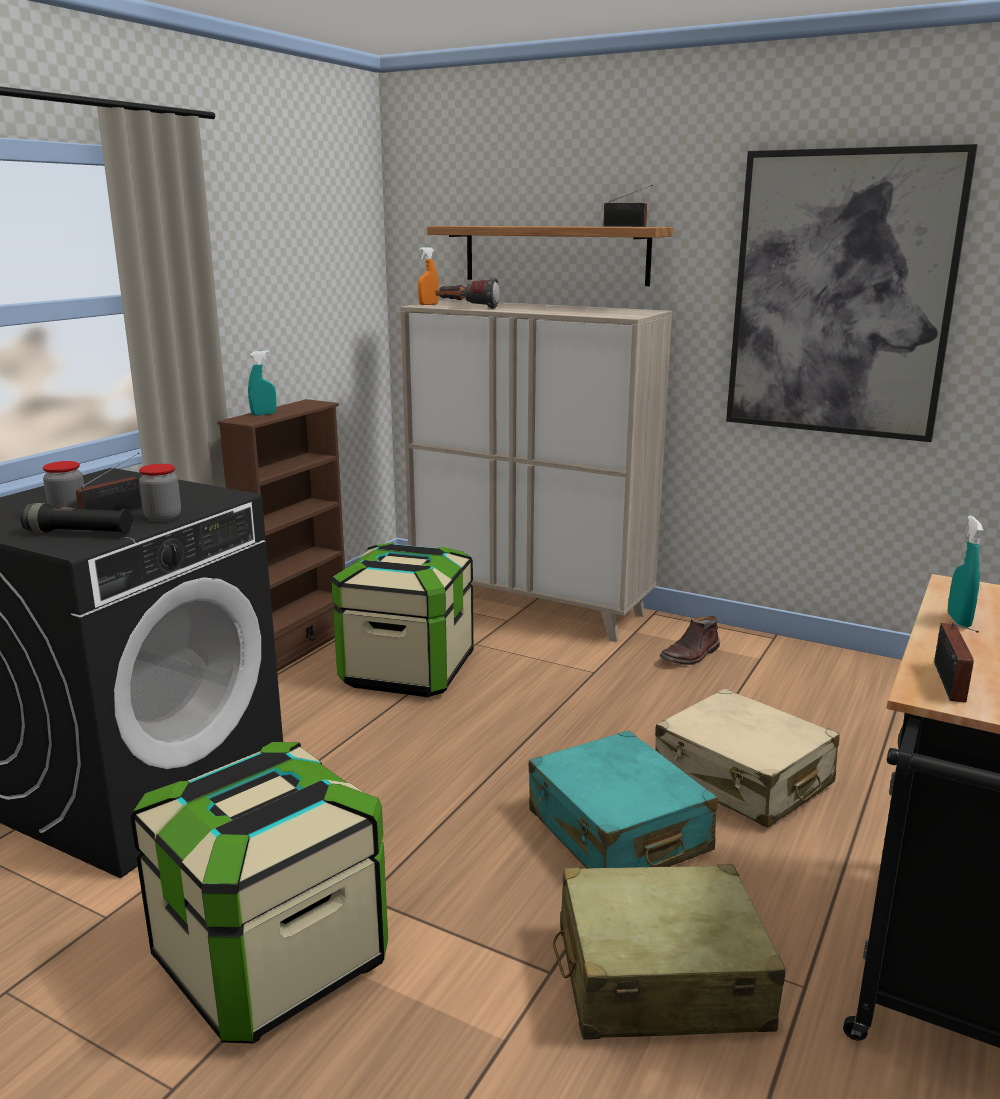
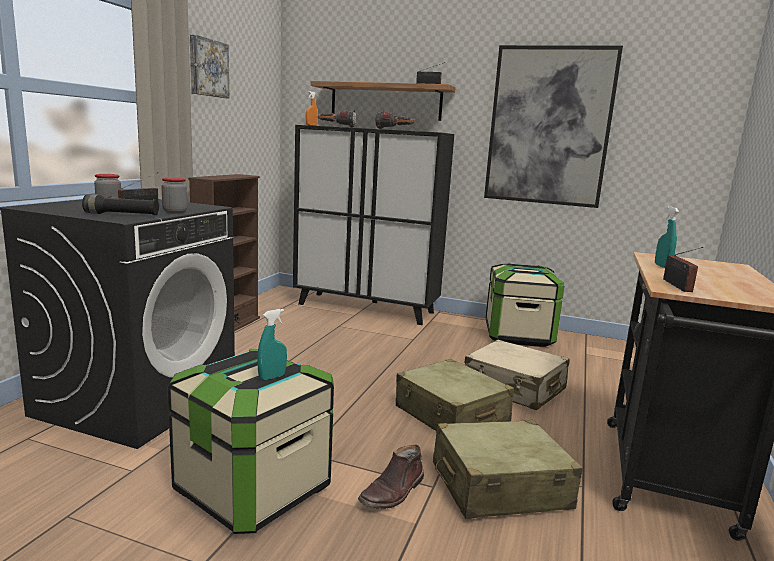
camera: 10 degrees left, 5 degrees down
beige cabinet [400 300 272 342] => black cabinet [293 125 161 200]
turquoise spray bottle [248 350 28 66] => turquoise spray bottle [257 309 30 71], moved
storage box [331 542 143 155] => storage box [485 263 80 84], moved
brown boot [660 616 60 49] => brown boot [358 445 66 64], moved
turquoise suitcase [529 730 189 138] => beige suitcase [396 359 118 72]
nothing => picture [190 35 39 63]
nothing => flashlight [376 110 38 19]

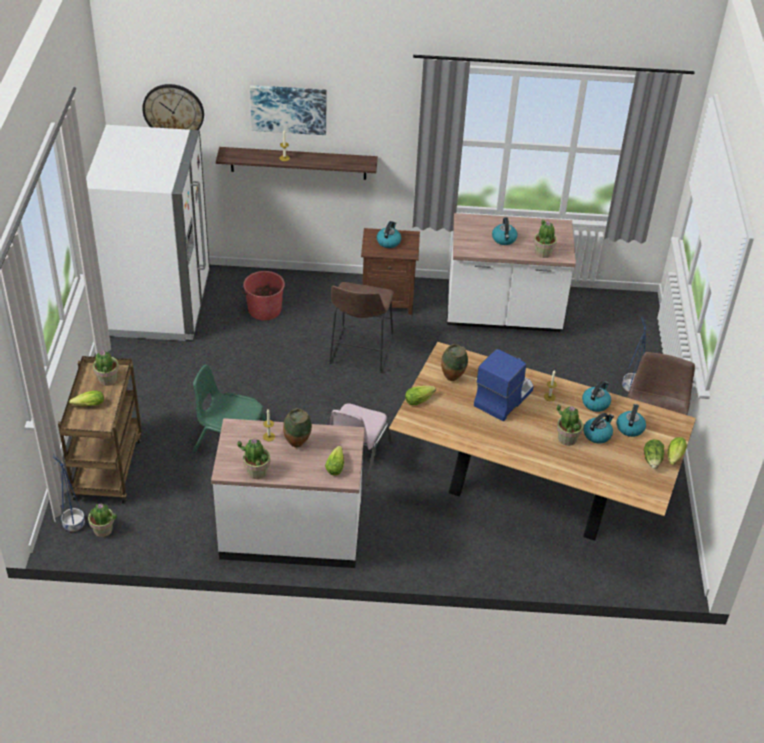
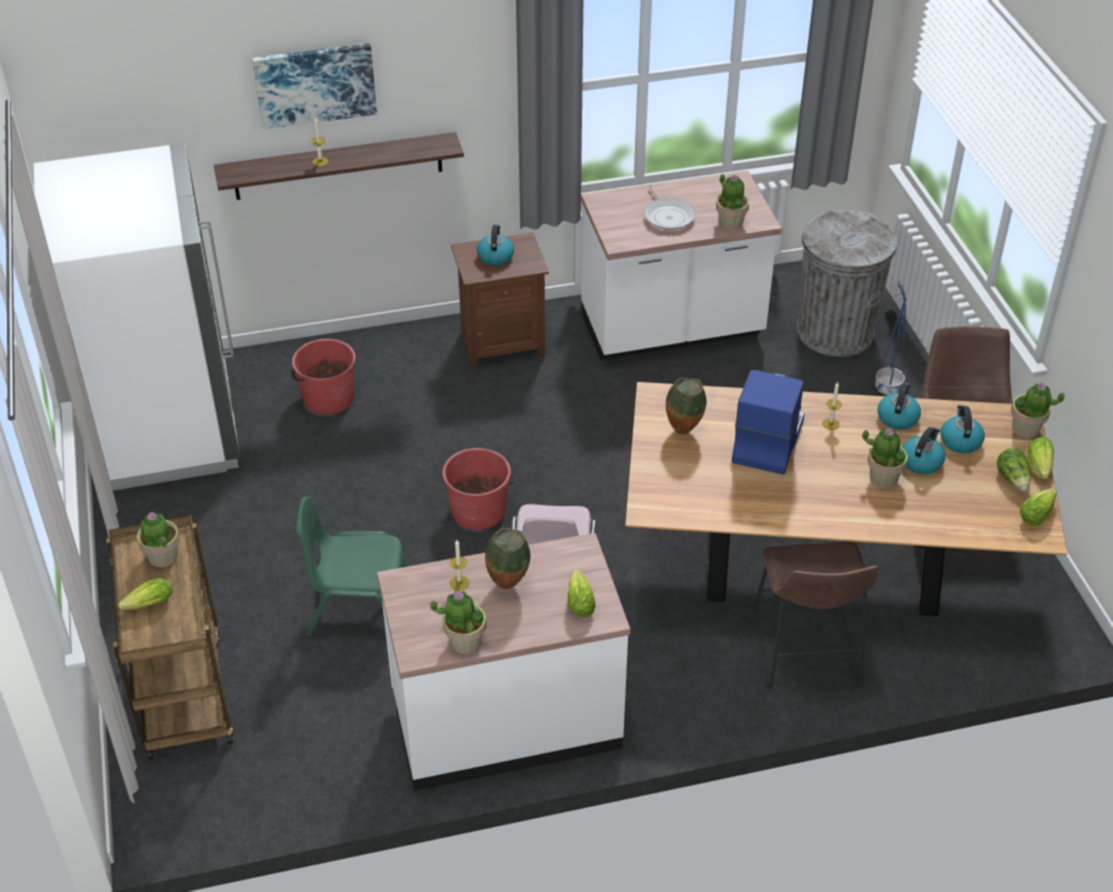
camera: 15 degrees left, 0 degrees up
wall clock [142 84 62 46] => nothing
kettle [492 217 25 28] => frying pan [644 184 51 46]
brown stool [329 282 65 91] => brown stool [752 542 127 148], moved
lettuce [405 386 31 19] => lettuce [1020 489 37 37], moved
blue planter [53 454 32 78] => nothing
potted plant [88 503 29 34] => potted plant [1011 383 54 55], moved
nothing => grey trash can [797 210 100 147]
nothing => red bucket [442 448 72 82]

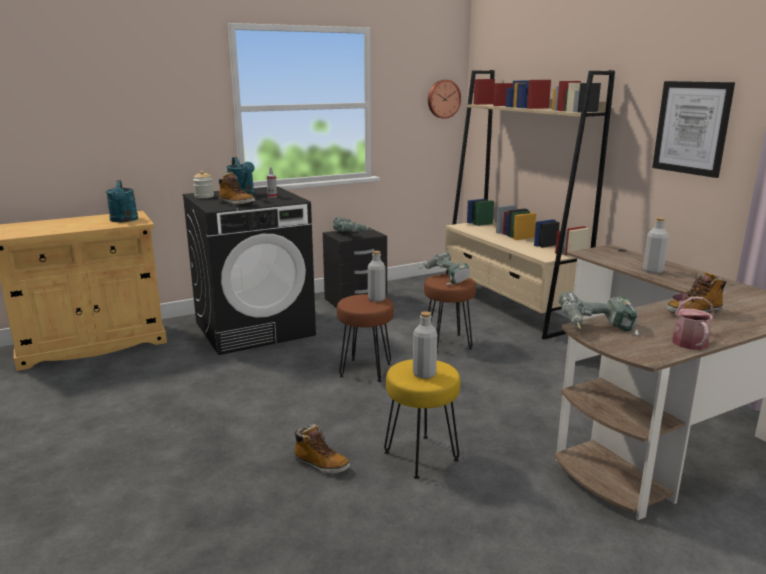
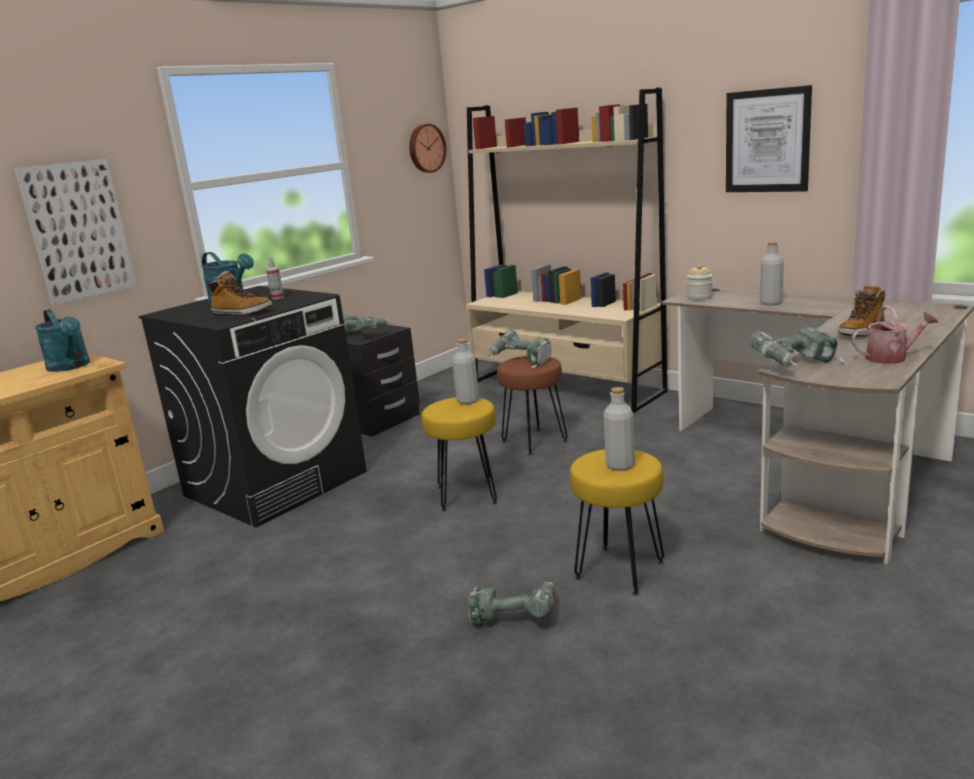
camera: 20 degrees left, 0 degrees up
jar [193 171 21 27] => jar [687 264 26 36], moved
watering can [672 293 42 57] => watering can [852 306 86 58], 105 degrees clockwise
brown stool [337 294 57 88] => yellow stool [421 398 76 113]
boot [294 424 56 51] => power drill [468 582 86 42]
nothing => picture [14 159 123 146]

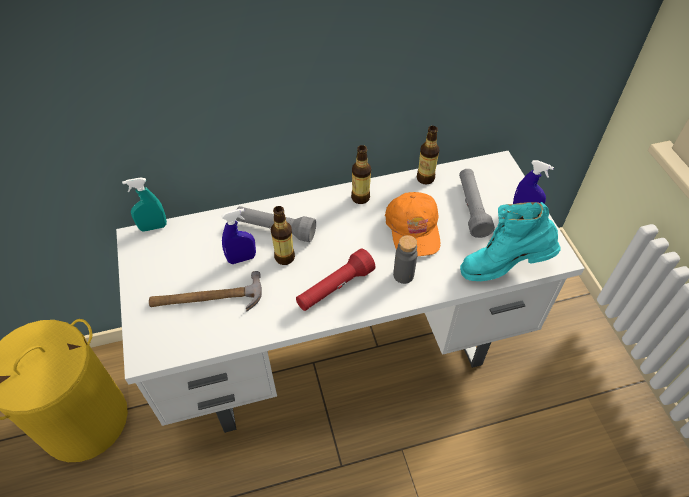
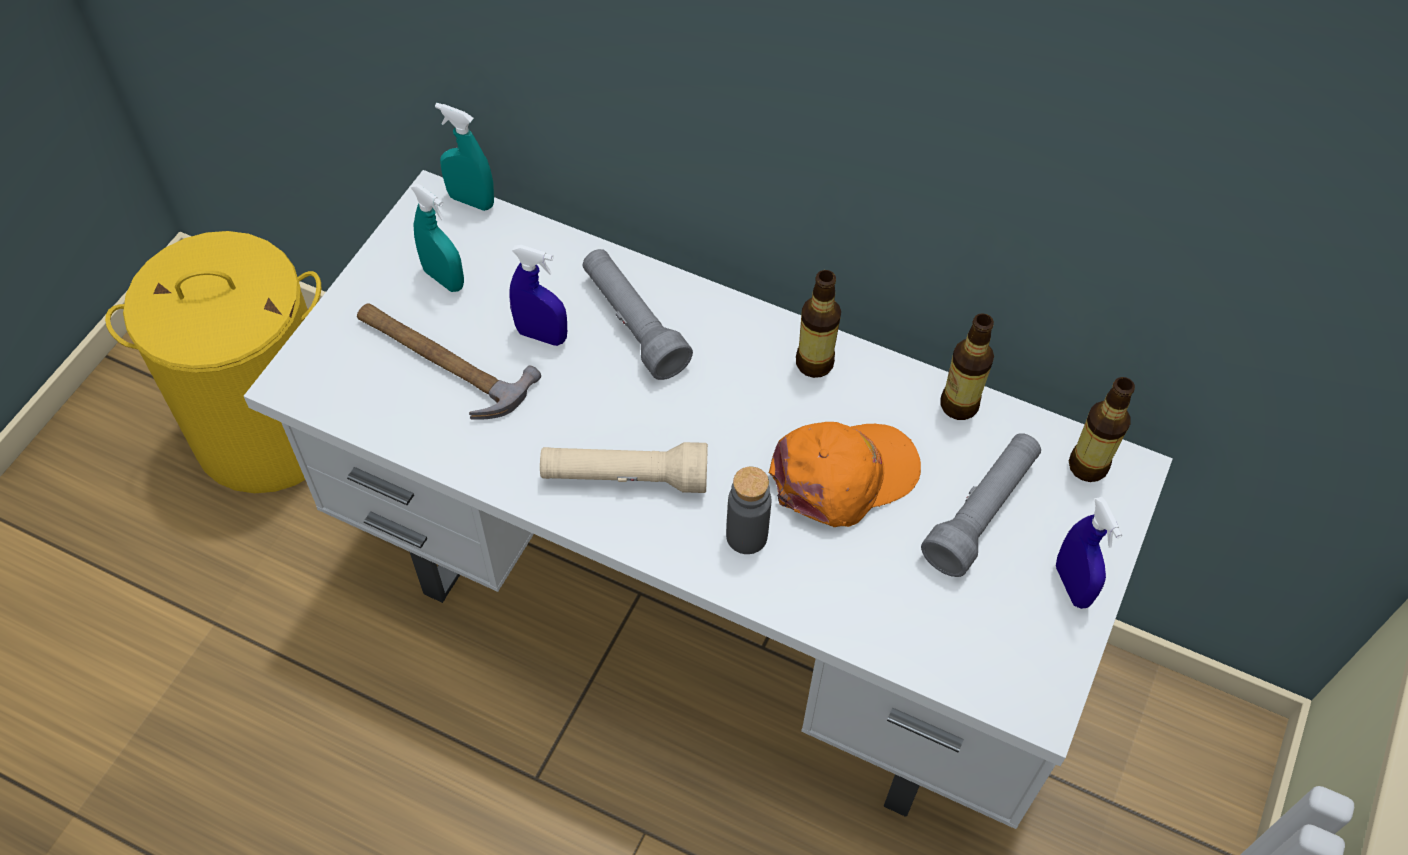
camera: 40 degrees right, 5 degrees up
orange cap [385 192 55 65] => orange cap [769 422 152 105], 150 degrees counterclockwise
turquoise boot [460 202 100 79] => nothing
bottle [271 206 24 59] => bottle [1069 377 66 105], moved
red flashlight [296 249 79 62] => beige flashlight [540 442 168 51]
nothing => turquoise spray bottle [410 183 54 109]

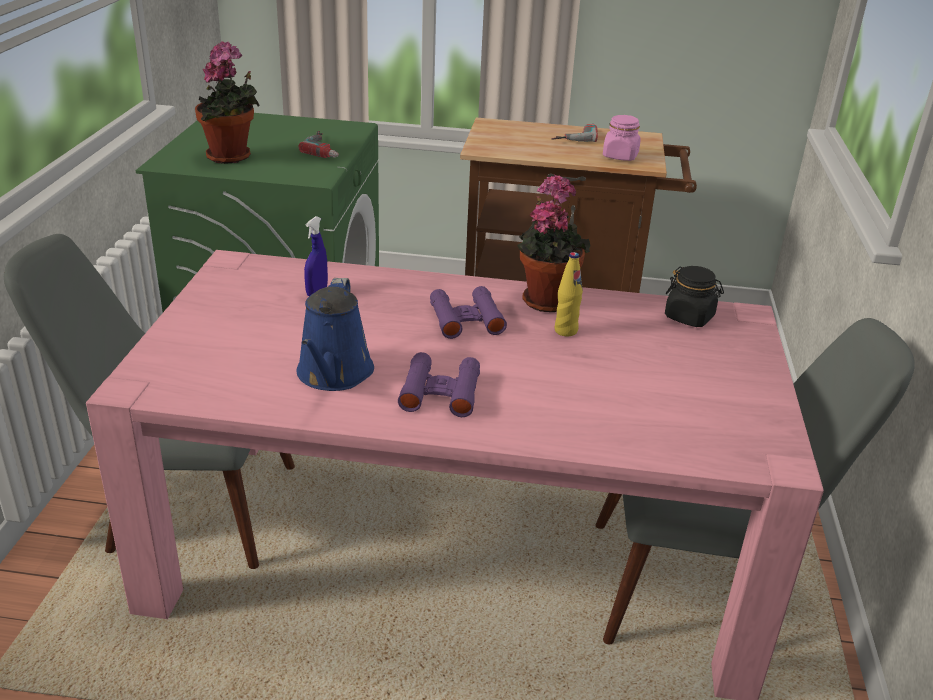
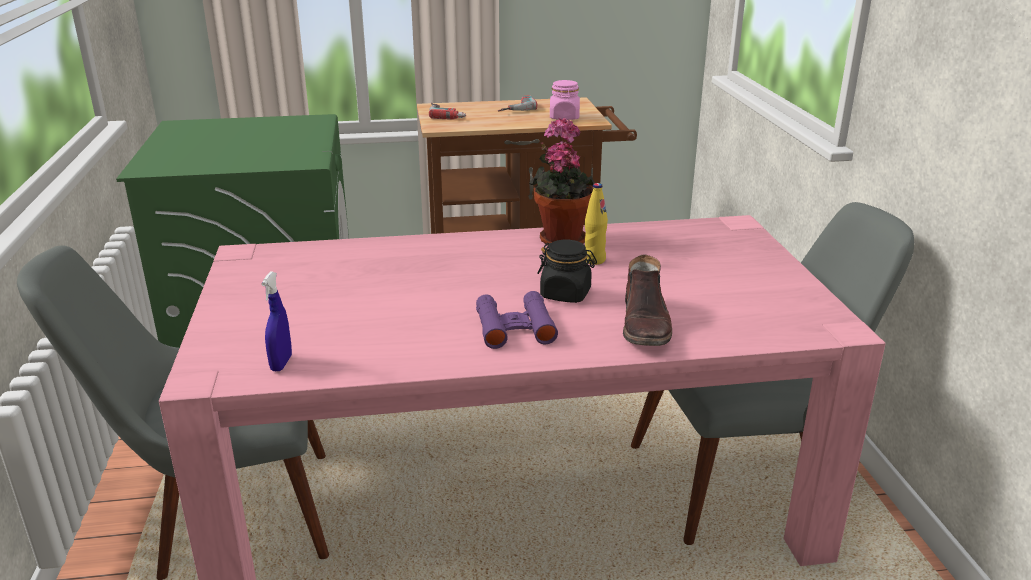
camera: 15 degrees left, 5 degrees down
potted plant [195 41 65 123] => nothing
power drill [298 131 41 27] => power drill [429 103 37 17], moved
blue spray bottle [304 216 24 80] => blue spray bottle [261 272 31 99], moved
black jar [665 266 59 61] => black jar [537 240 60 63], moved
blue watering can [297 278 77 113] => nothing
purple binoculars [430 286 77 53] => nothing
nothing => brown boot [623 254 49 92]

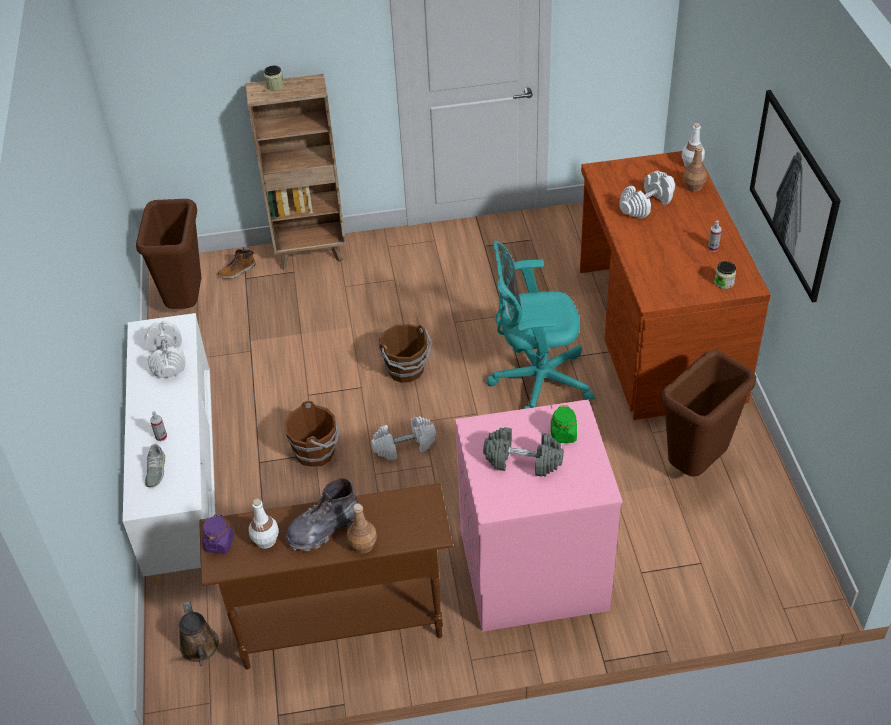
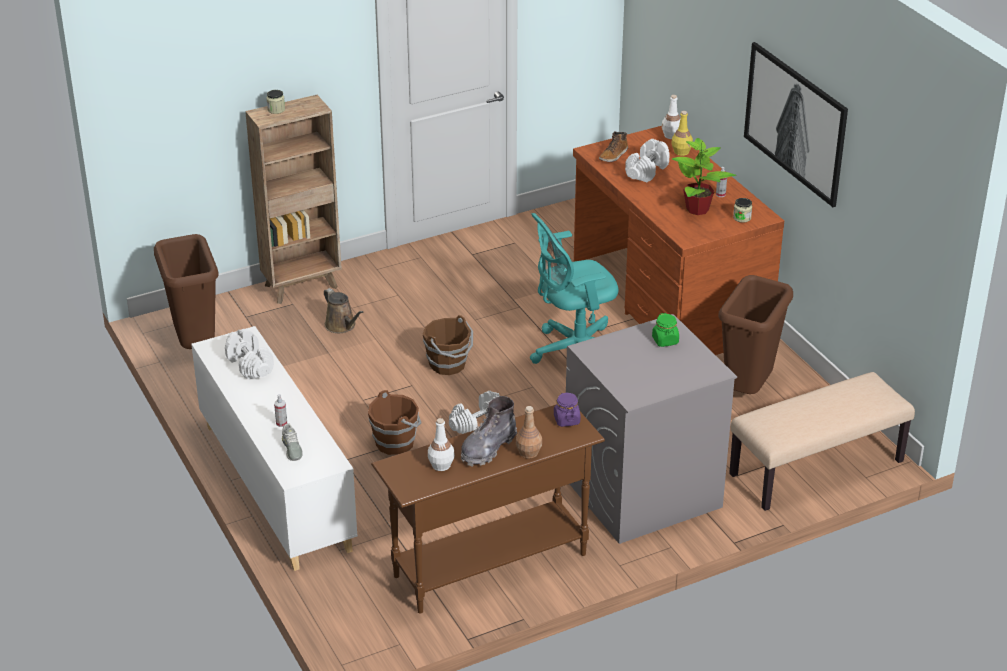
camera: 20 degrees left, 10 degrees down
brown bottle [683 145 24 47] => yellow bottle [672 111 21 45]
boot [218 249 38 30] => boot [599 132 29 30], moved
pink washing machine [455 399 168 233] => grey washing machine [566 314 171 230]
grey dumbbell [483 427 81 50] => nothing
purple jar [202 515 32 38] => purple jar [554 393 26 34], moved
brown watering can [179 601 40 65] => brown watering can [324 288 39 45], moved
nothing => potted plant [672 138 64 77]
nothing => beige bench [729 372 186 139]

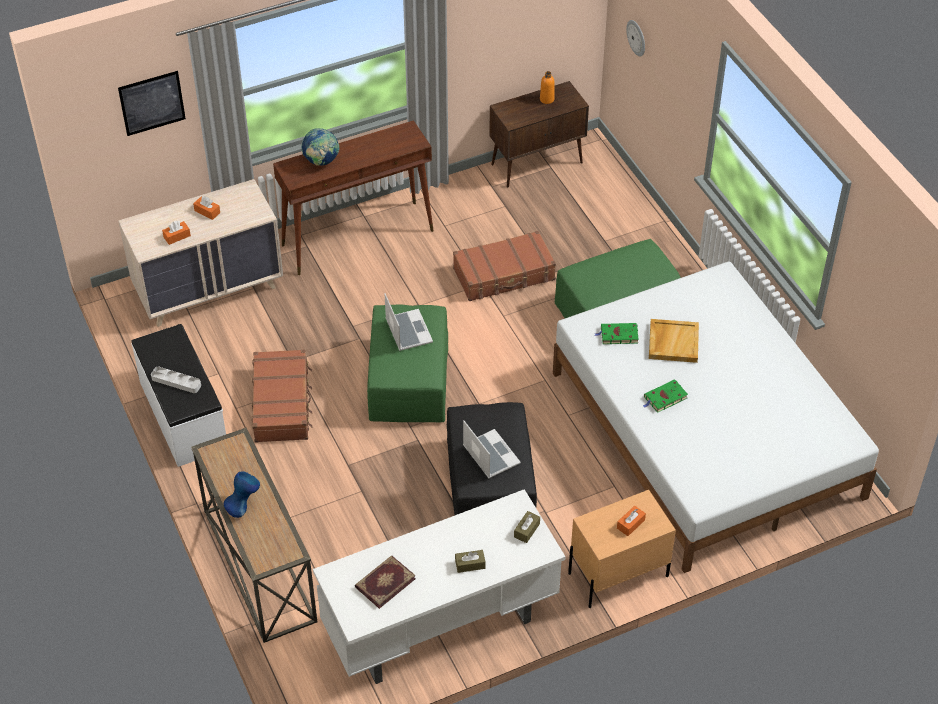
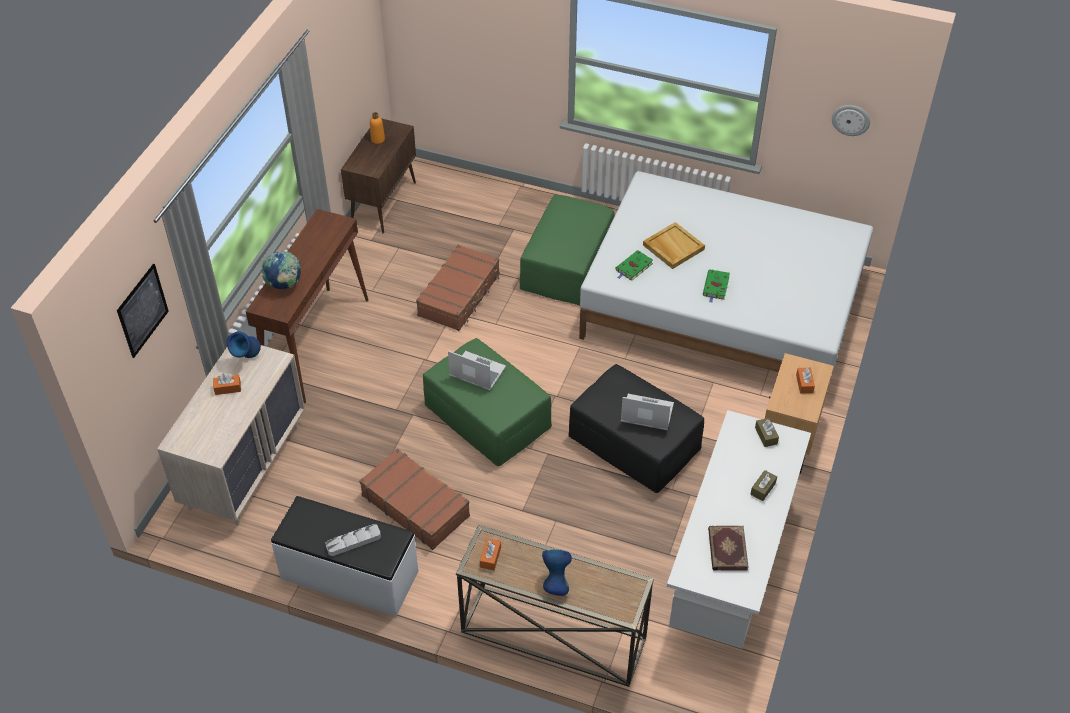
camera: 45 degrees left, 0 degrees up
wall clock [626 20 19 36] => wall clock [832 105 38 31], moved
orange tissue box [162 221 29 24] => orange tissue box [480 538 21 32], moved
nothing => blue vase [227 331 34 27]

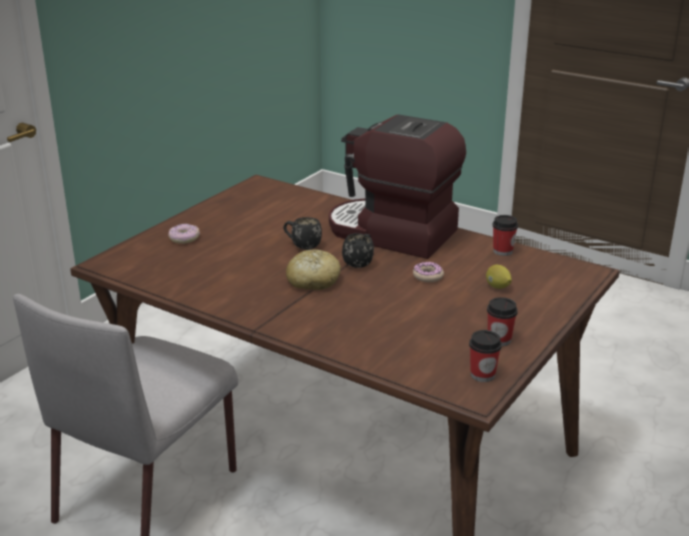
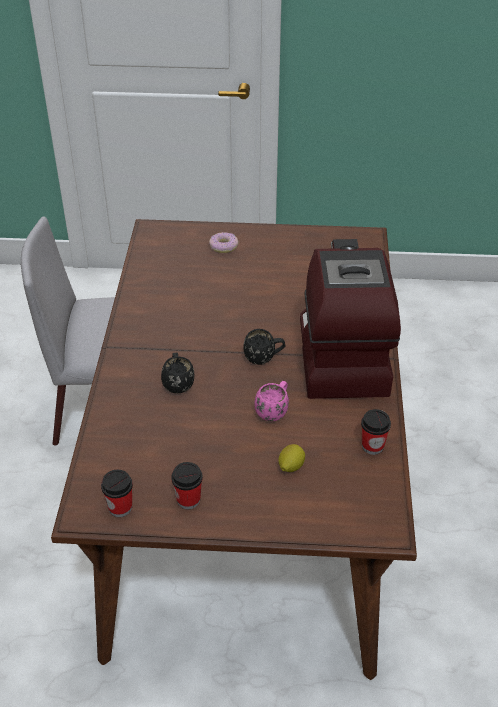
camera: 60 degrees right, 15 degrees up
black mug [283 217 39 33] => black mug [161 352 33 42], moved
bread [286 249 55 41] => nothing
donut [413 262 31 20] => pink mug [254 381 35 40]

